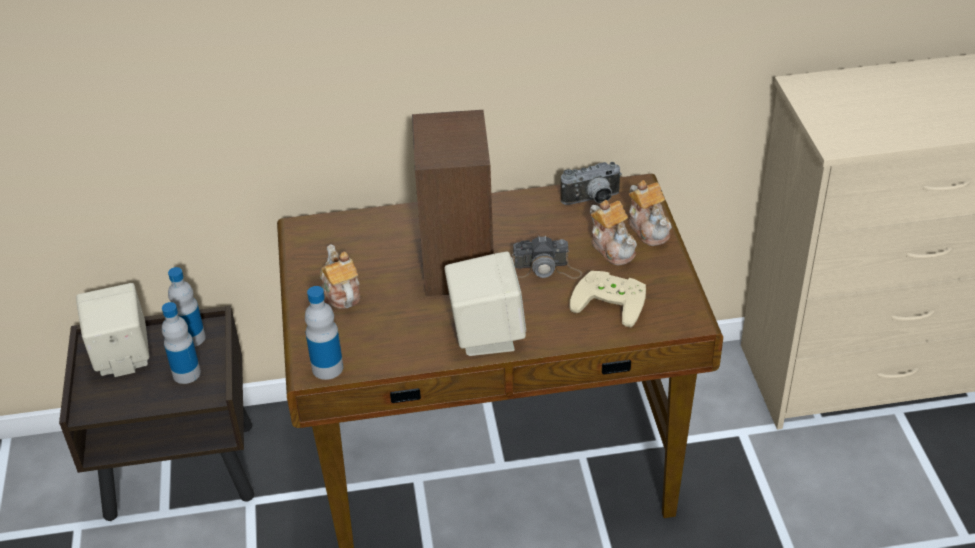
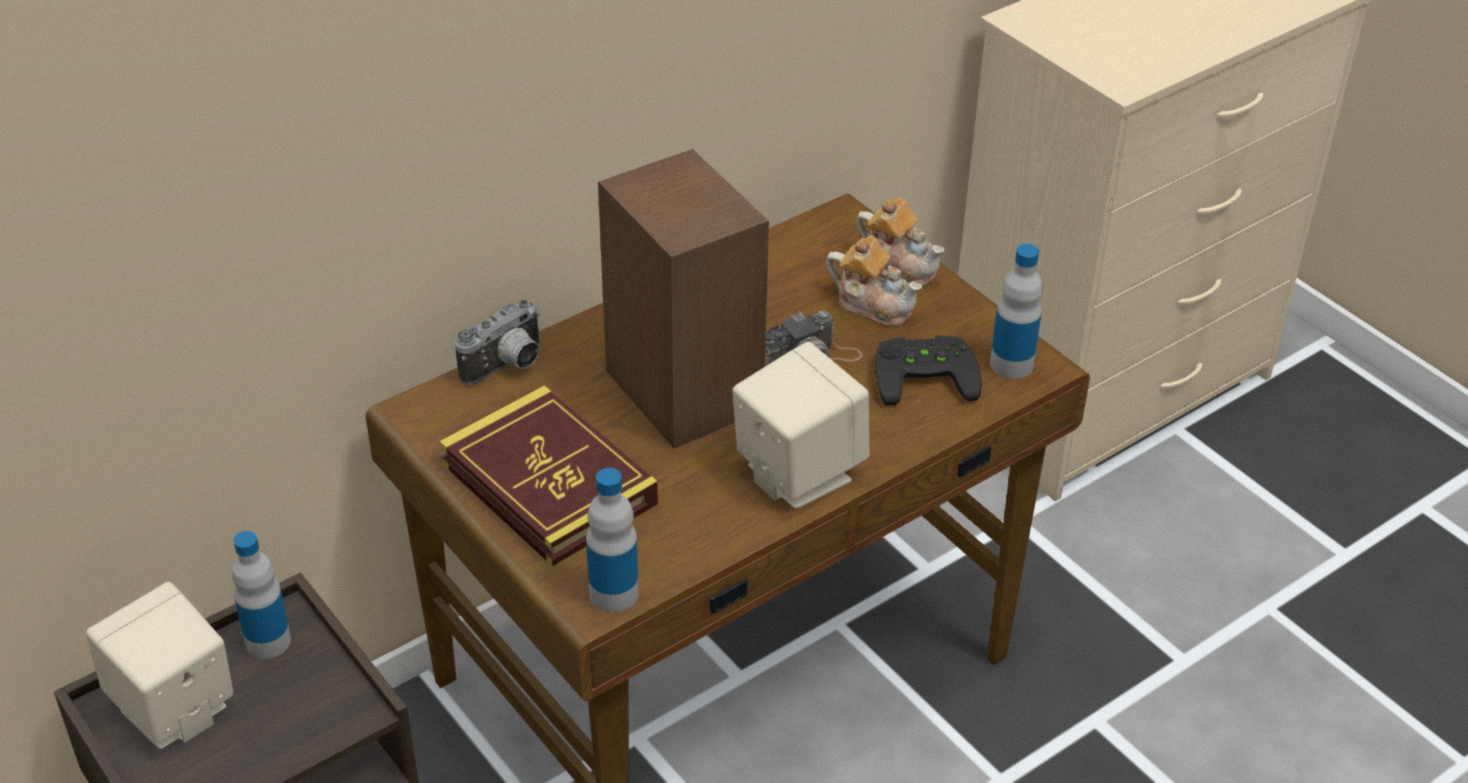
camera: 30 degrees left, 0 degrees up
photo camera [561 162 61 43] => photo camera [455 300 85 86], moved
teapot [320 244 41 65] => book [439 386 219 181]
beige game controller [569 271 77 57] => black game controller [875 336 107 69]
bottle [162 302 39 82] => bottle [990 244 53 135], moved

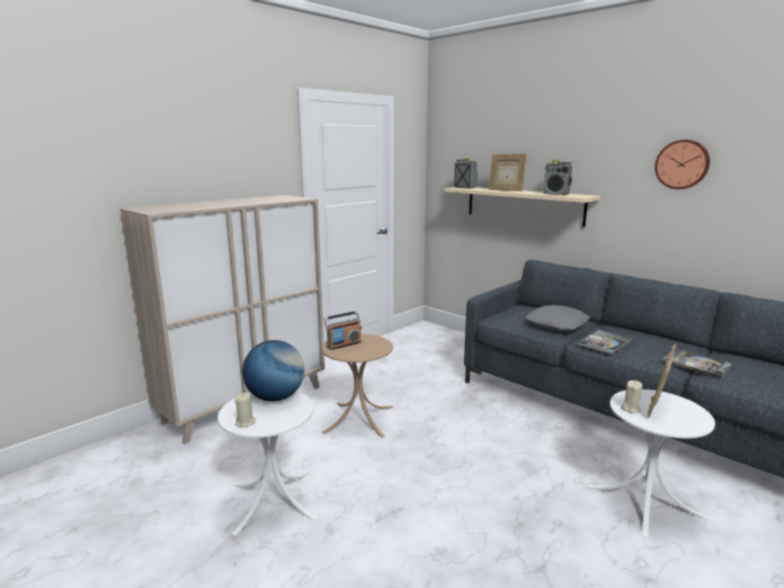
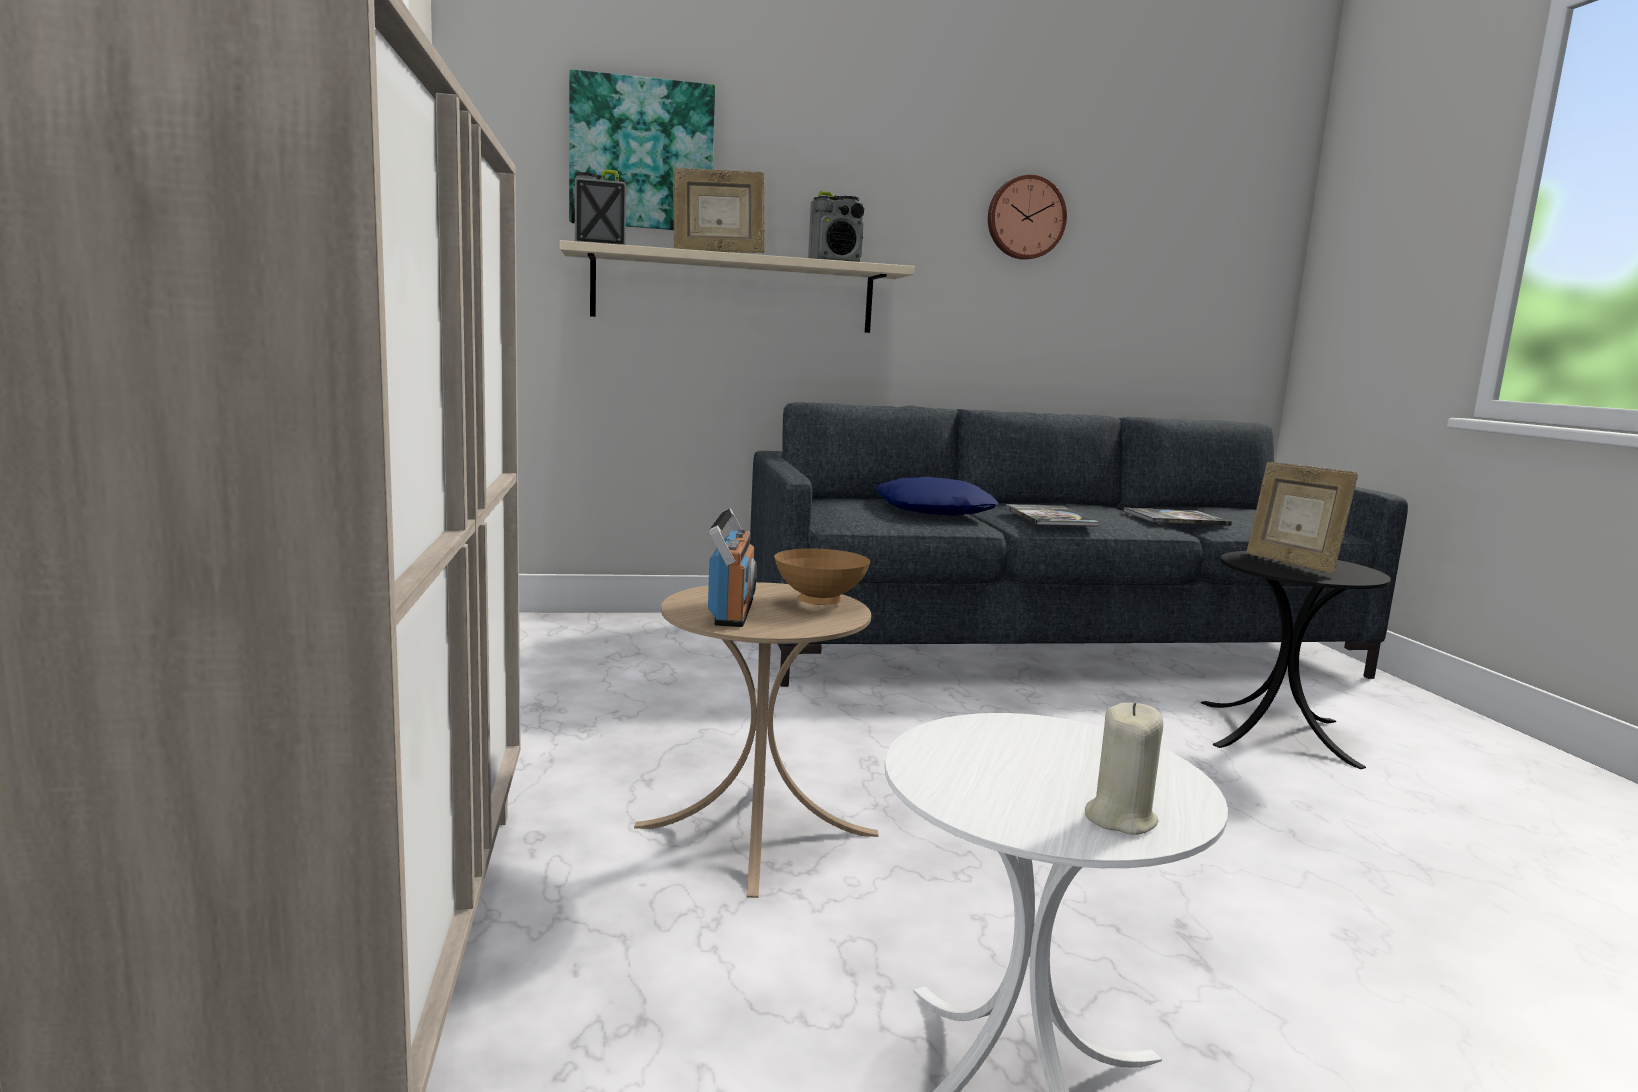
camera: 55 degrees left, 5 degrees down
grey pillow [526 305 64 26] => blue pillow [876 477 122 39]
globe [242 340 63 62] => nothing
beige candle [621 380 22 33] => nothing
white side table [588 389 127 149] => black side table [1201 551 190 218]
nothing => picture [569 69 146 161]
nothing => brown bowl [774 548 96 57]

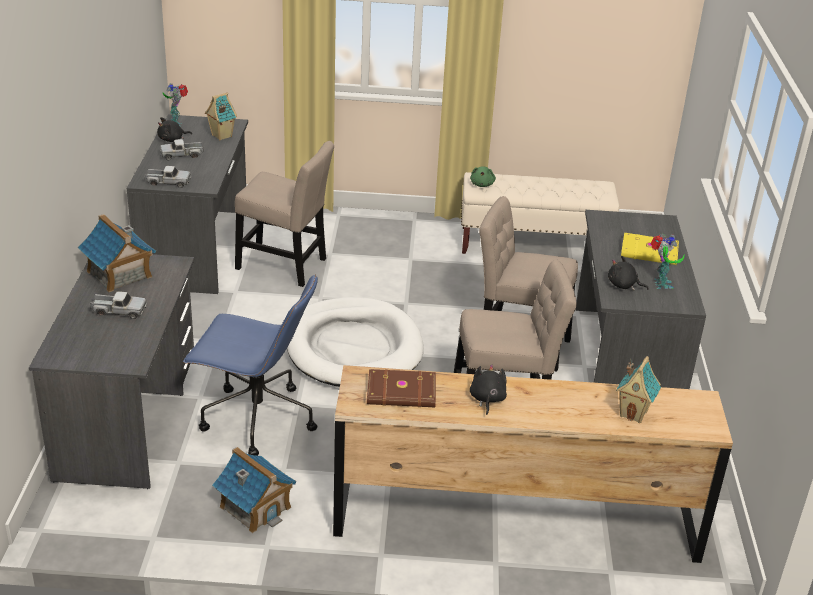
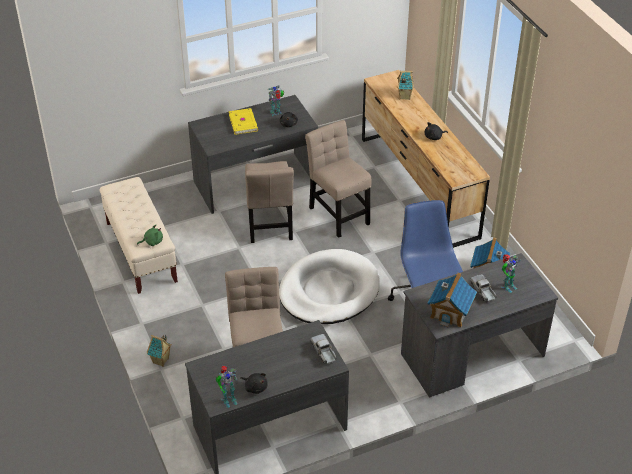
camera: 115 degrees left, 10 degrees up
toy house [205 92 32 48] => toy house [147 335 25 32], moved
toy truck [160 139 44 22] => nothing
brown book [367 369 69 38] => nothing
nothing => toy robot [501 254 19 39]

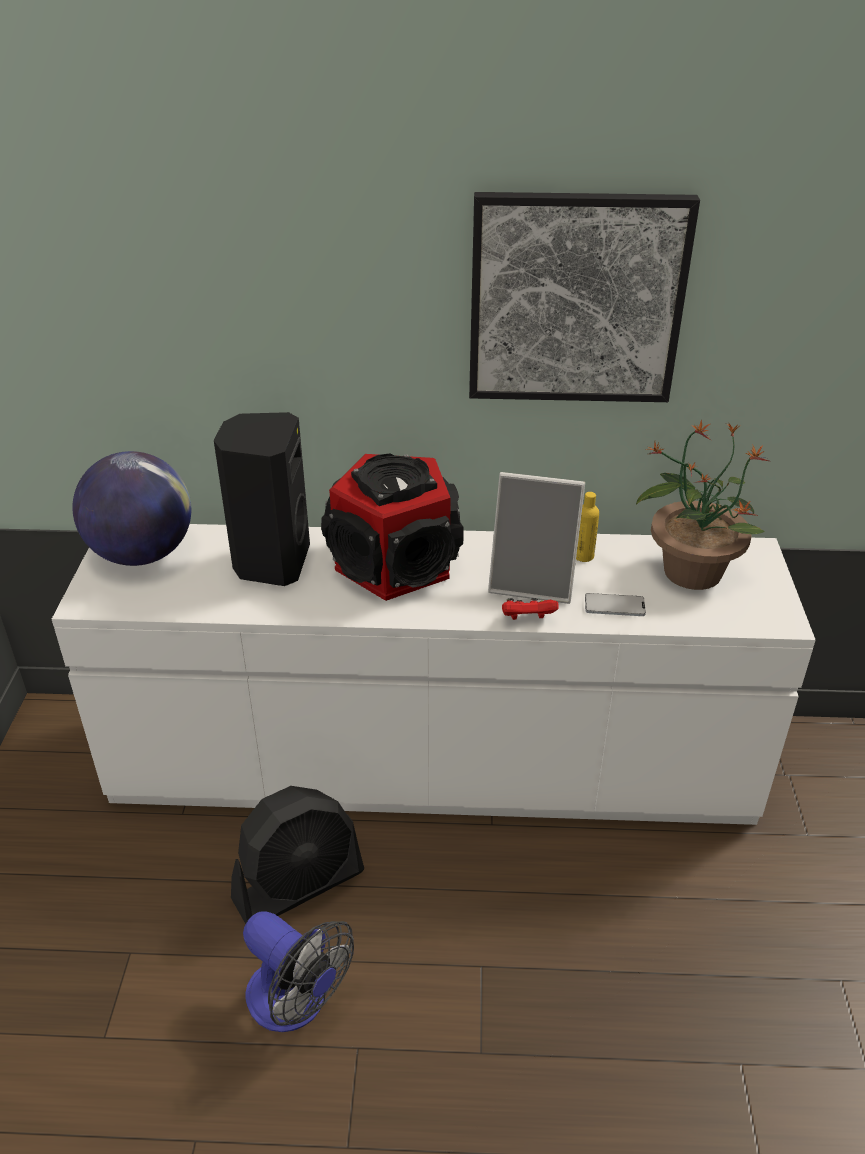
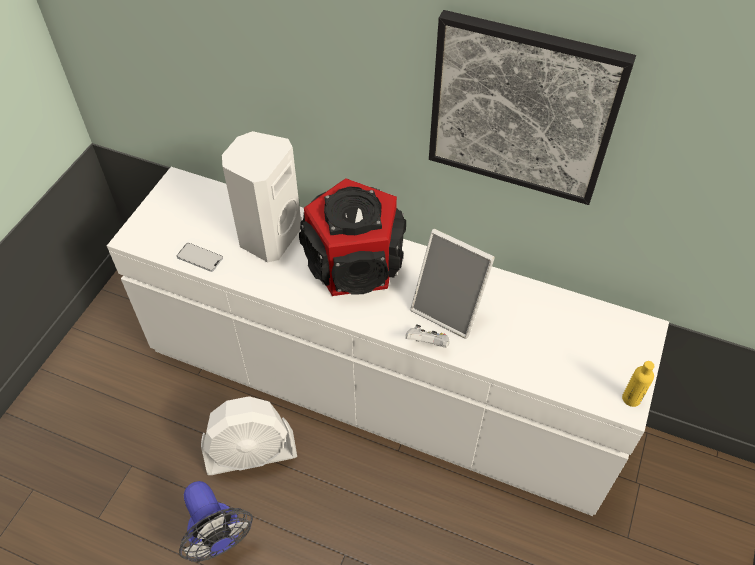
camera: 20 degrees right, 15 degrees up
black speaker [214 412 96 174] => white speaker [222 131 79 131]
potted plant [636 420 133 170] => nothing
globe [73 451 118 115] => nothing
yellow bottle [576 492 23 70] => yellow bottle [622 361 32 46], moved
phone [585 593 61 23] => phone [177 243 46 29], moved
red game controller [502 598 57 22] => white game controller [406 325 43 23]
black fan [231 786 133 138] => white fan [201 396 96 79]

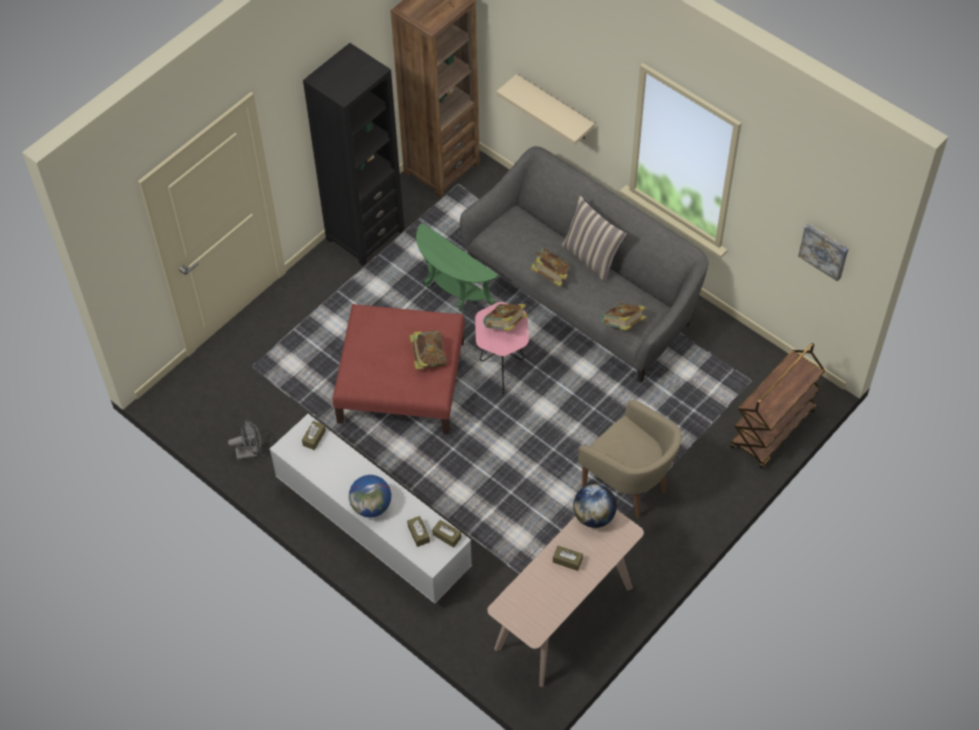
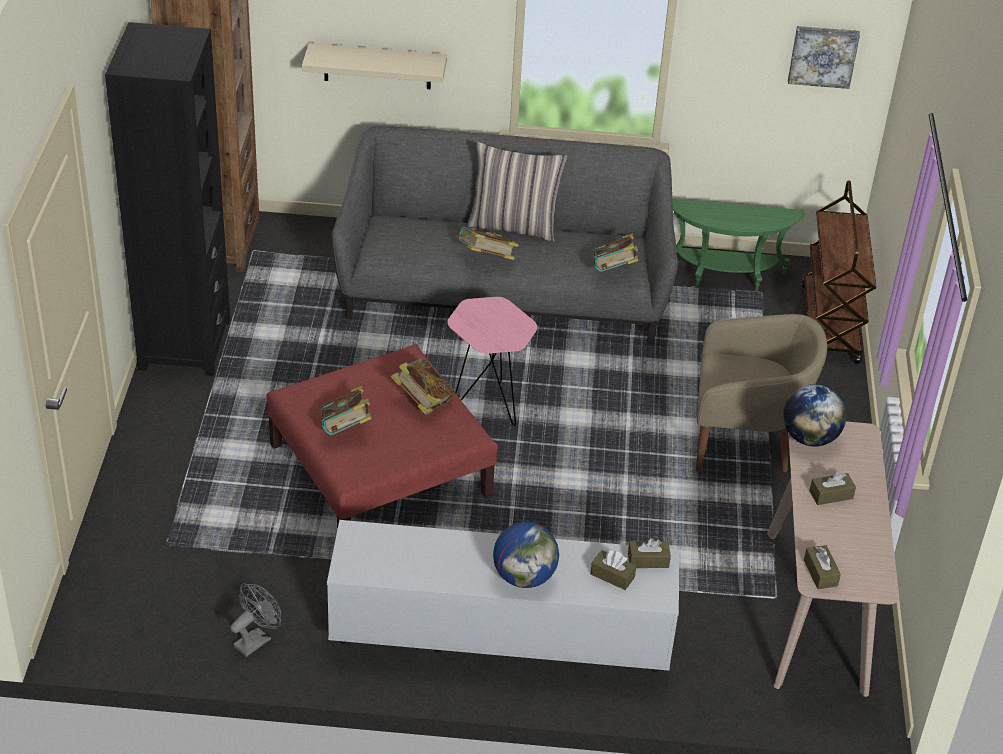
camera: 40 degrees left, 15 degrees down
green side table [416 223 82 88] => green side table [672 199 132 92], moved
book [483 304 45 27] => book [321 385 51 50], moved
brown tissue box [302 421 24 29] => brown tissue box [804 545 37 44], moved

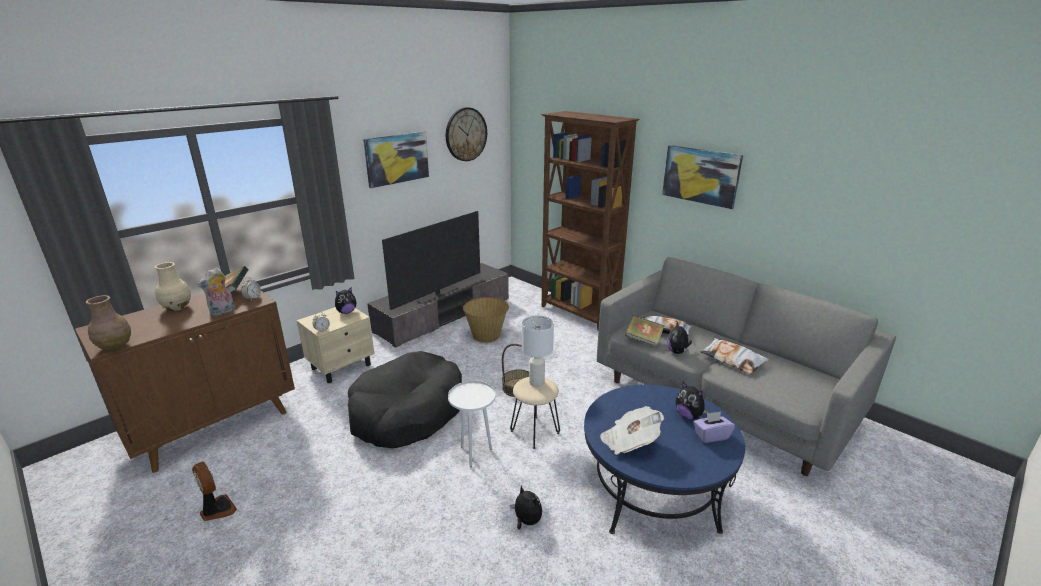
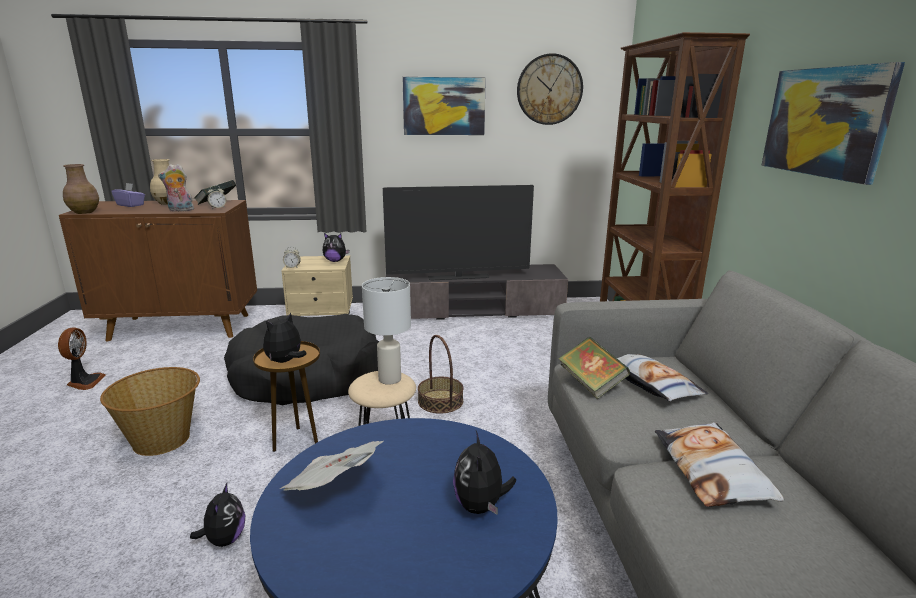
camera: 40 degrees right, 5 degrees down
basket [463 297 46 46] => basket [100 367 100 89], moved
plush toy [667 322 25 32] => plush toy [263 313 44 50], moved
white side table [448 381 48 86] => brown side table [253 341 67 111]
purple tissue box [693 412 42 31] => purple tissue box [111 183 34 24], moved

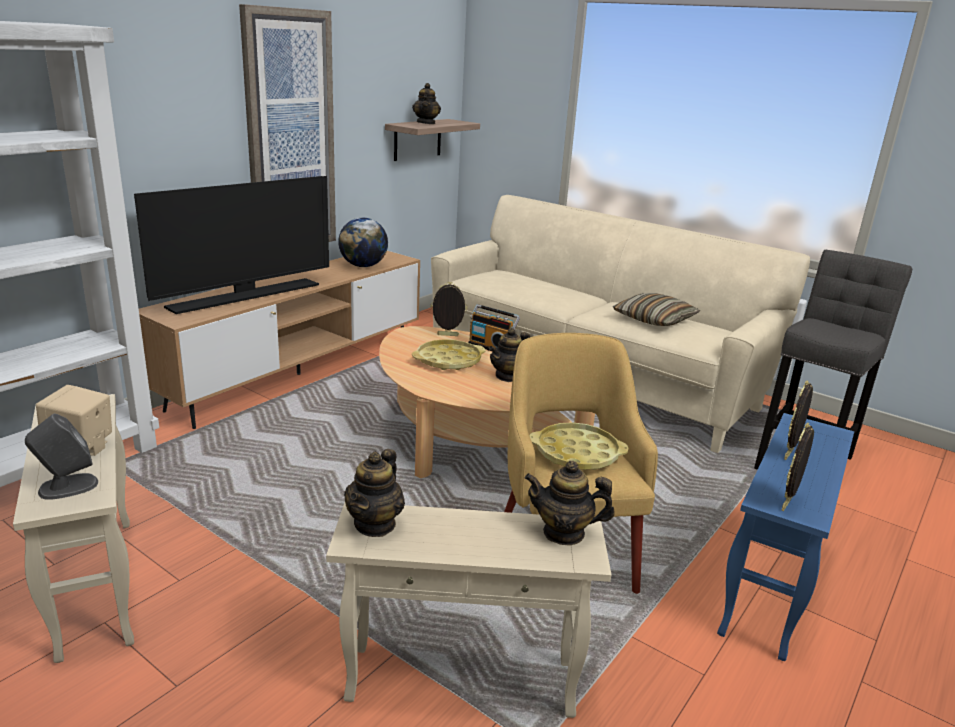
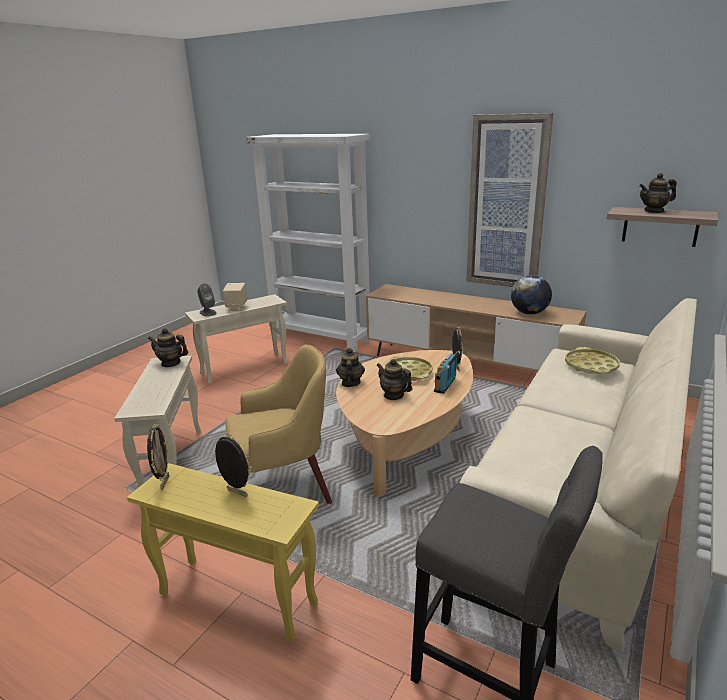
camera: 85 degrees right, 0 degrees up
television [134 176 195 138] => nothing
pillow [613 293 88 33] => nothing
blue side table [717 413 137 248] => yellow side table [127 463 192 180]
yellow tray [530 422 99 48] => yellow tray [565 347 55 27], moved
picture frame [782 422 32 89] => picture frame [147 424 22 66], 60 degrees clockwise
teapot [524 461 91 84] => teapot [336 348 29 39], moved

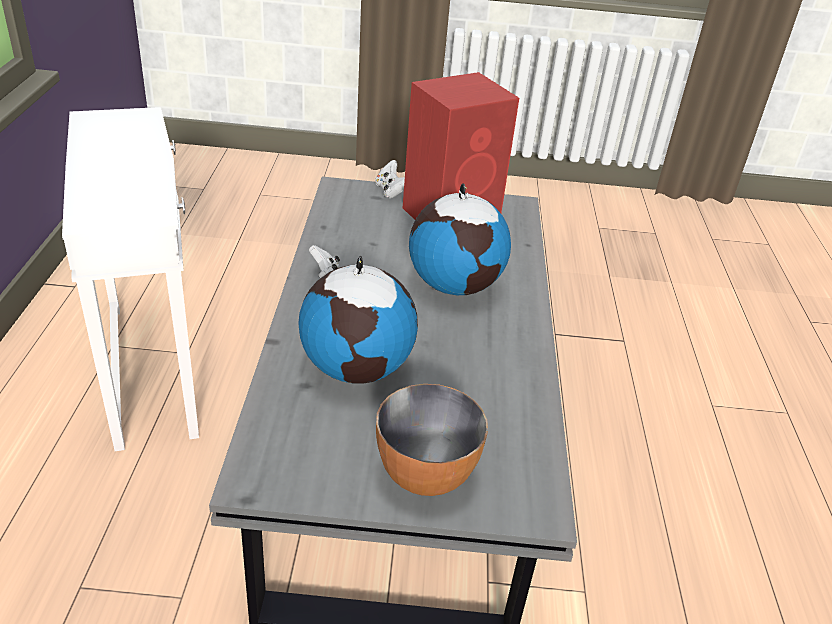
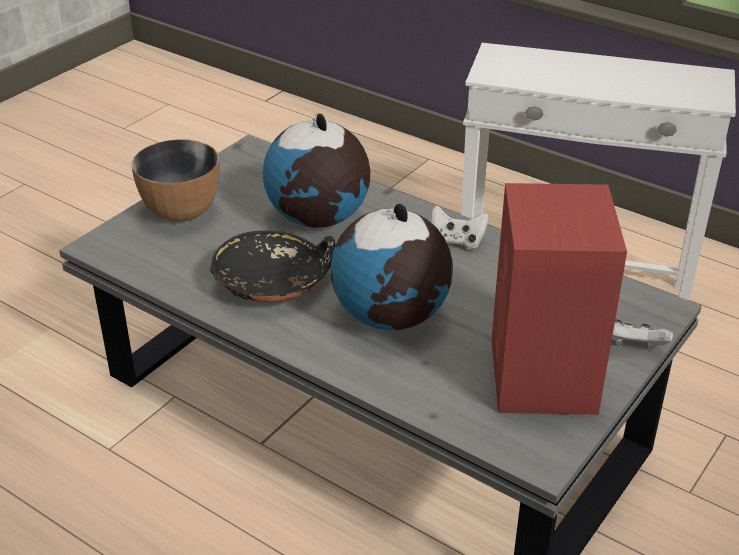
camera: 125 degrees right, 0 degrees up
nothing => black bowl [210 231 126 72]

